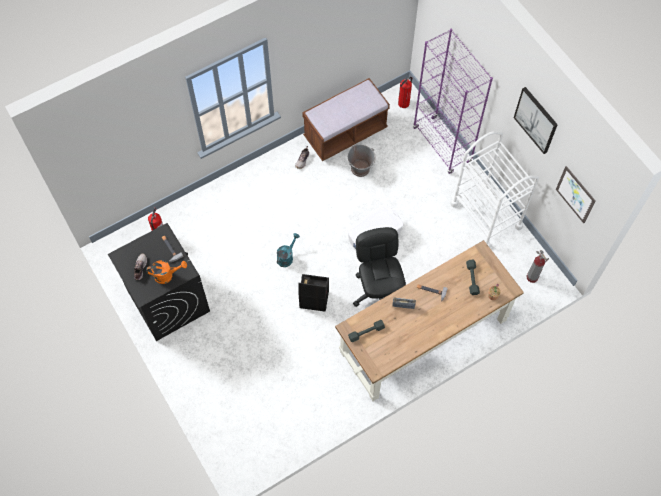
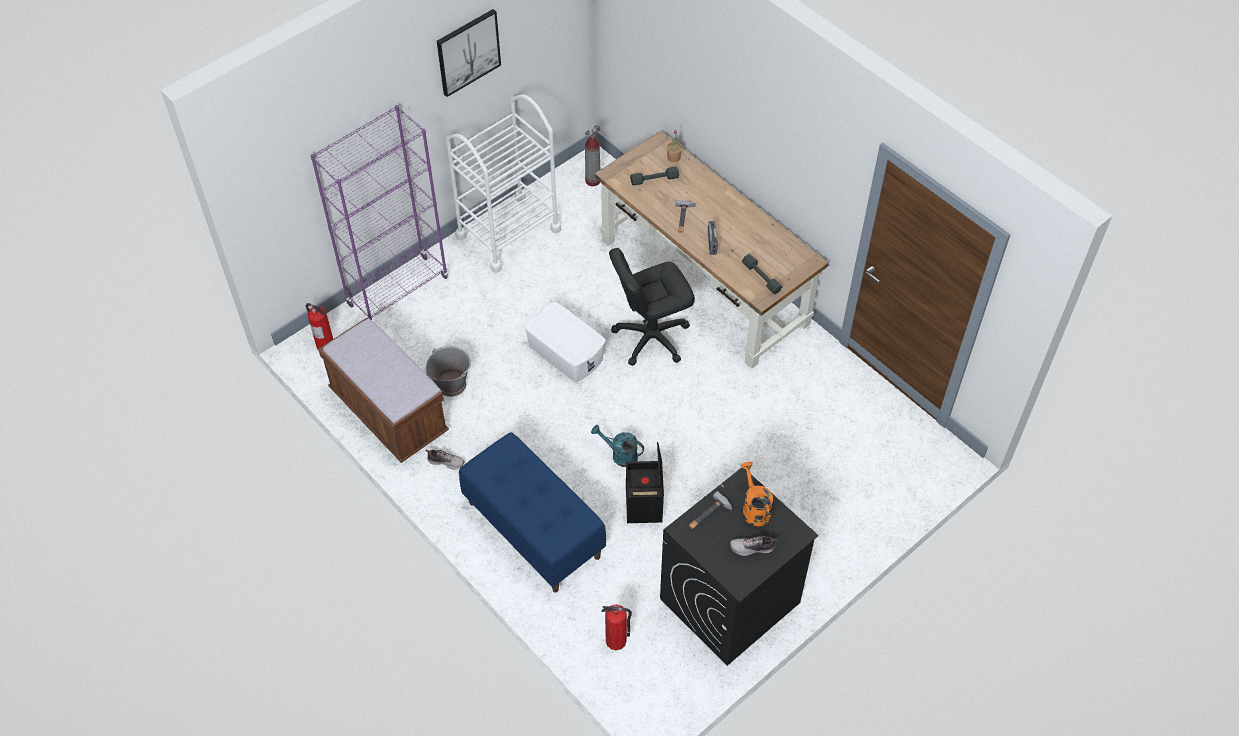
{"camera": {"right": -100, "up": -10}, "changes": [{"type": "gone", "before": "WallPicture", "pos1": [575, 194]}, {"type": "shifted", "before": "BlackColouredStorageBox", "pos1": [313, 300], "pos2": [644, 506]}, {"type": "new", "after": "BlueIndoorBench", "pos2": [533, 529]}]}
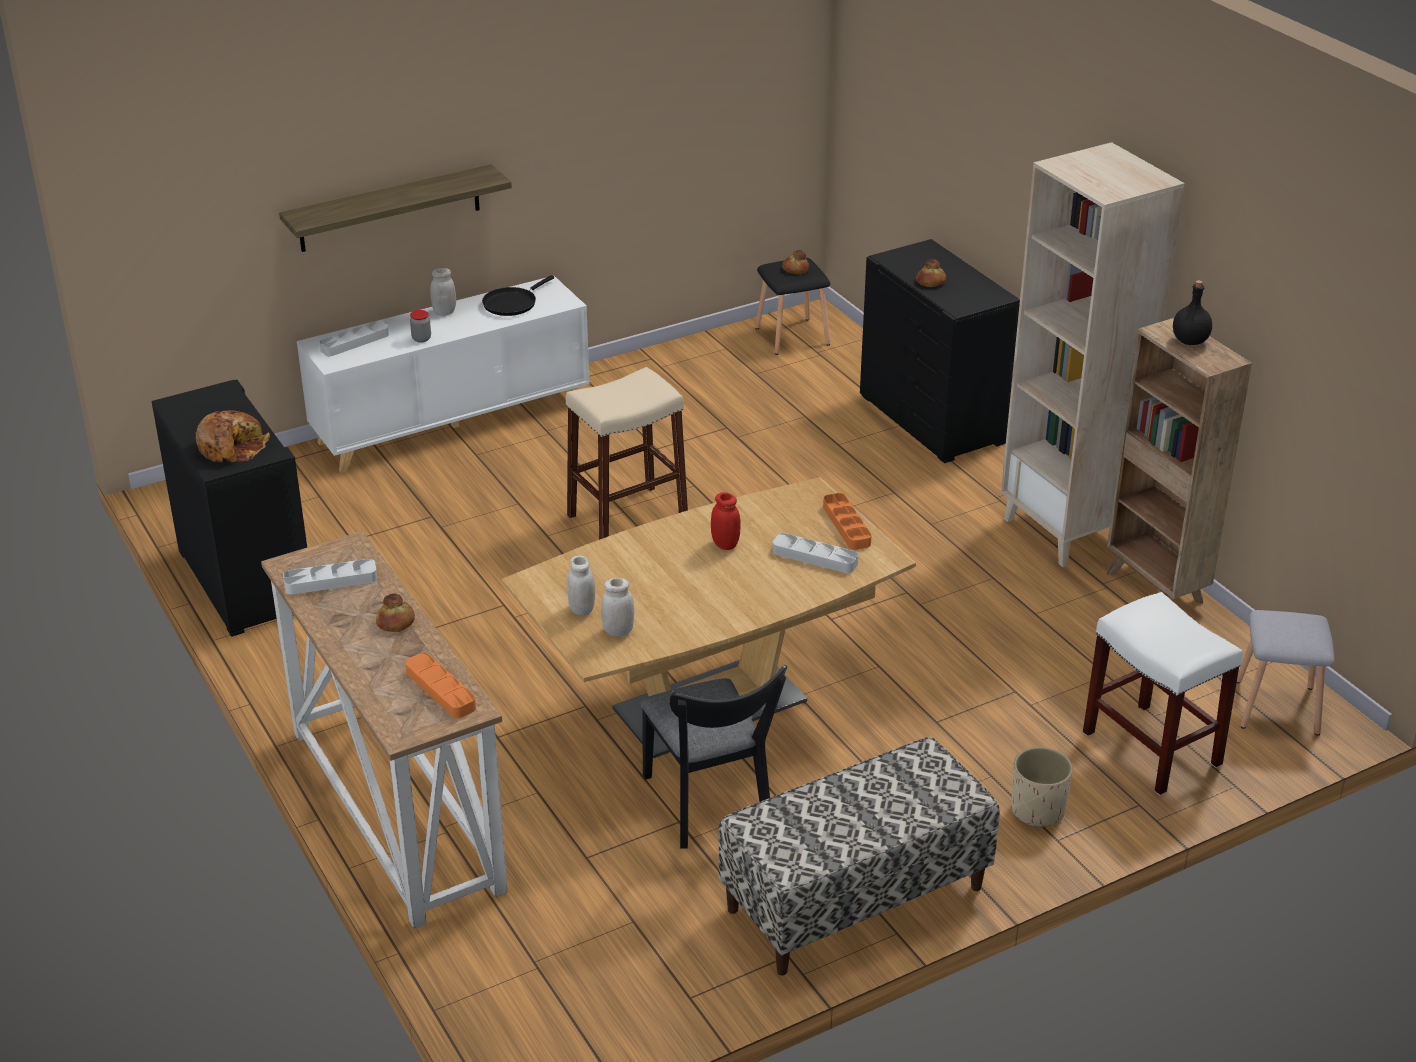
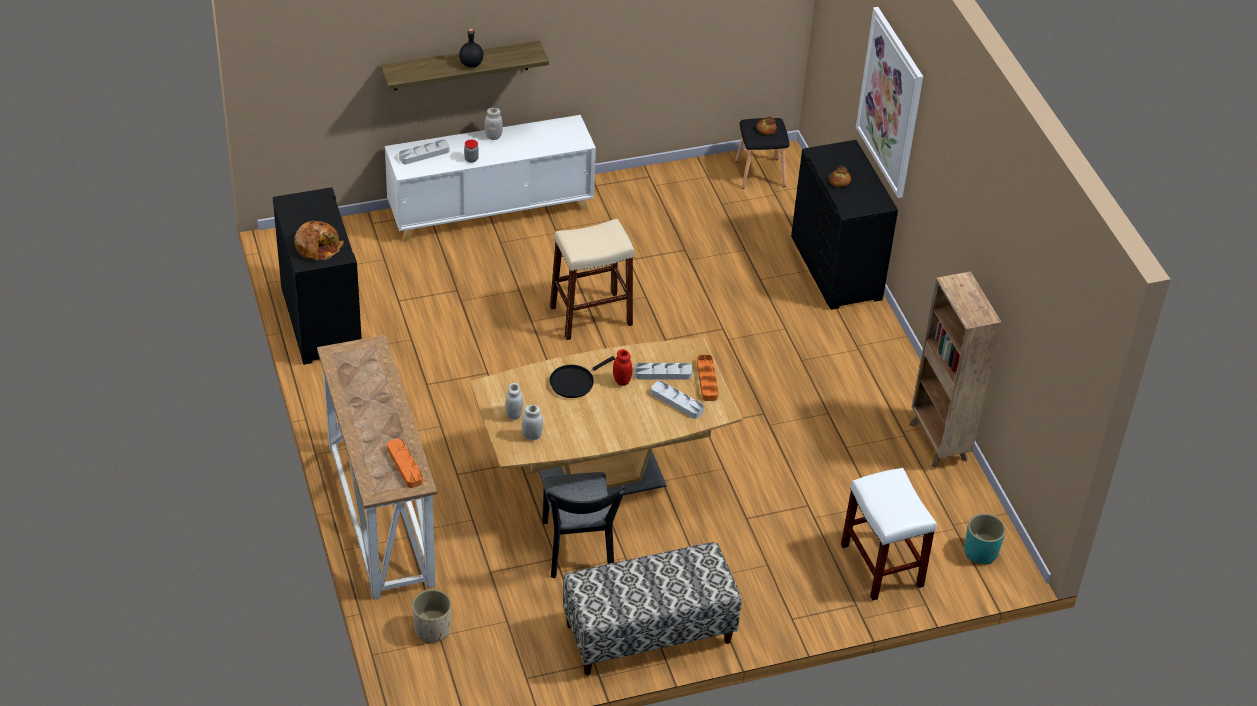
{"camera": {"right": 10, "up": 10}, "changes": [{"type": "gone", "before": "SandColouredBookcase", "pos1": [1065, 531]}, {"type": "shifted", "before": "BlackColouredFryingPan", "pos1": [512, 303], "pos2": [574, 382]}, {"type": "shifted", "before": "BlackColouredBeverageBottle", "pos1": [1189, 341], "pos2": [471, 63]}, {"type": "shifted", "before": "GrayTray", "pos1": [331, 581], "pos2": [663, 373]}, {"type": "gone", "before": "Bread", "pos1": [396, 622]}, {"type": "swapped", "before": "GrayStool", "after": "BlueGreenPlanter", "pos1": [1278, 708], "pos2": [981, 552]}, {"type": "shifted", "before": "SandColouredPlanter", "pos1": [1038, 810], "pos2": [432, 629]}, {"type": "new", "after": "WallPicture", "pos2": [891, 102]}]}
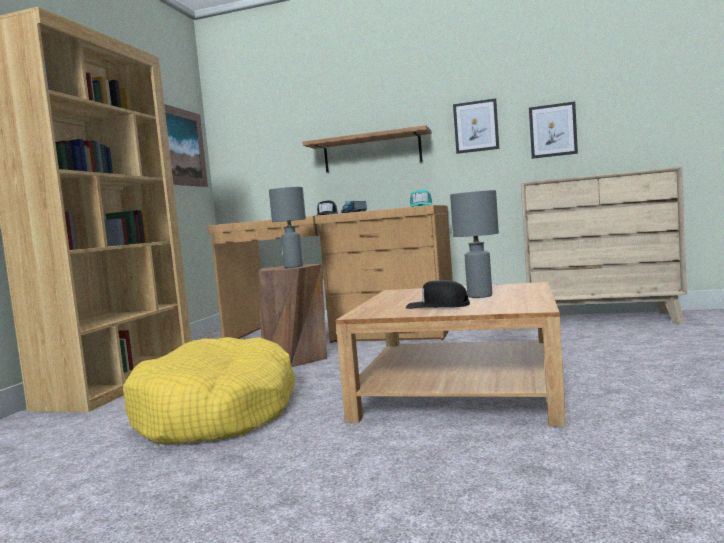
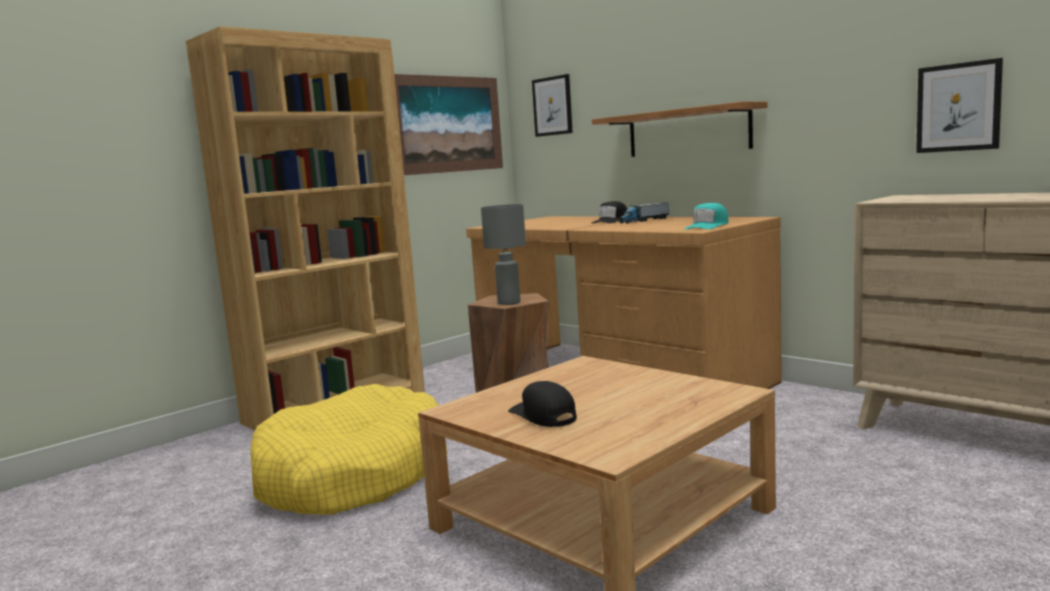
{"camera": {"right": 30, "up": 5}, "changes": [{"type": "shifted", "before": "WallPicture", "pos1": [476, 126], "pos2": [552, 106]}, {"type": "gone", "before": "GrayTableLamp", "pos1": [480, 296]}]}
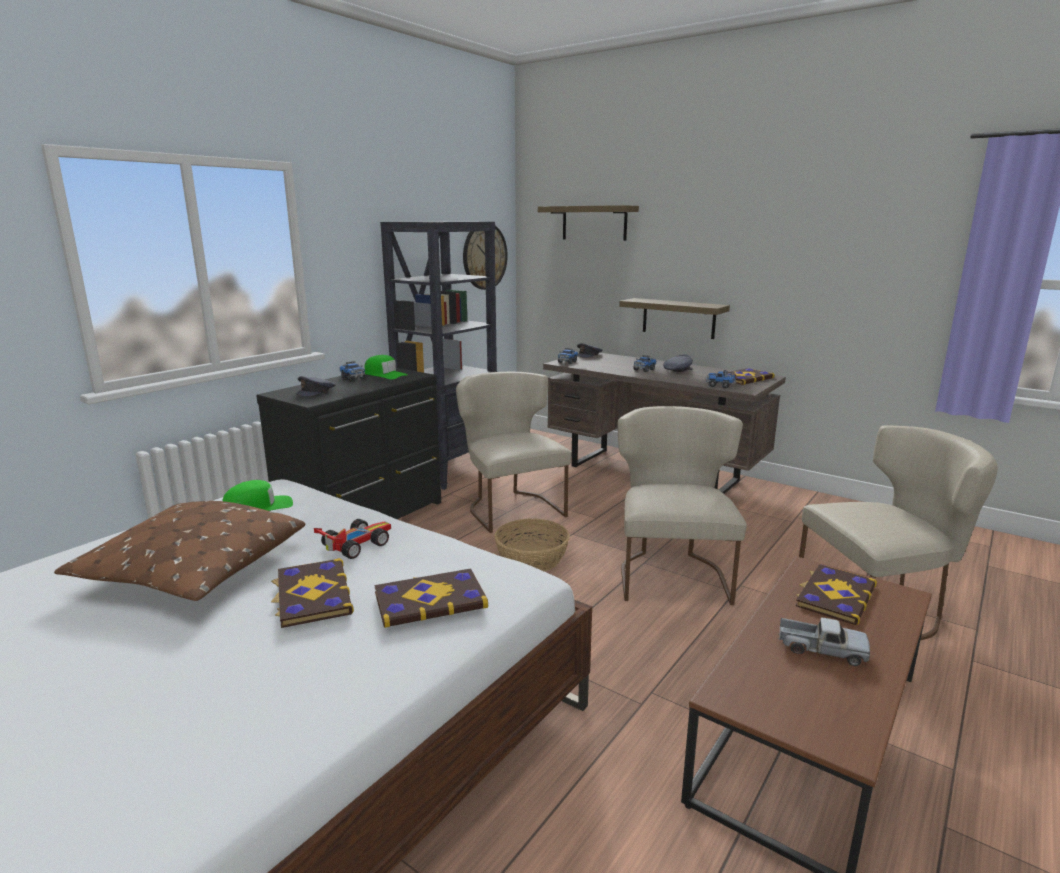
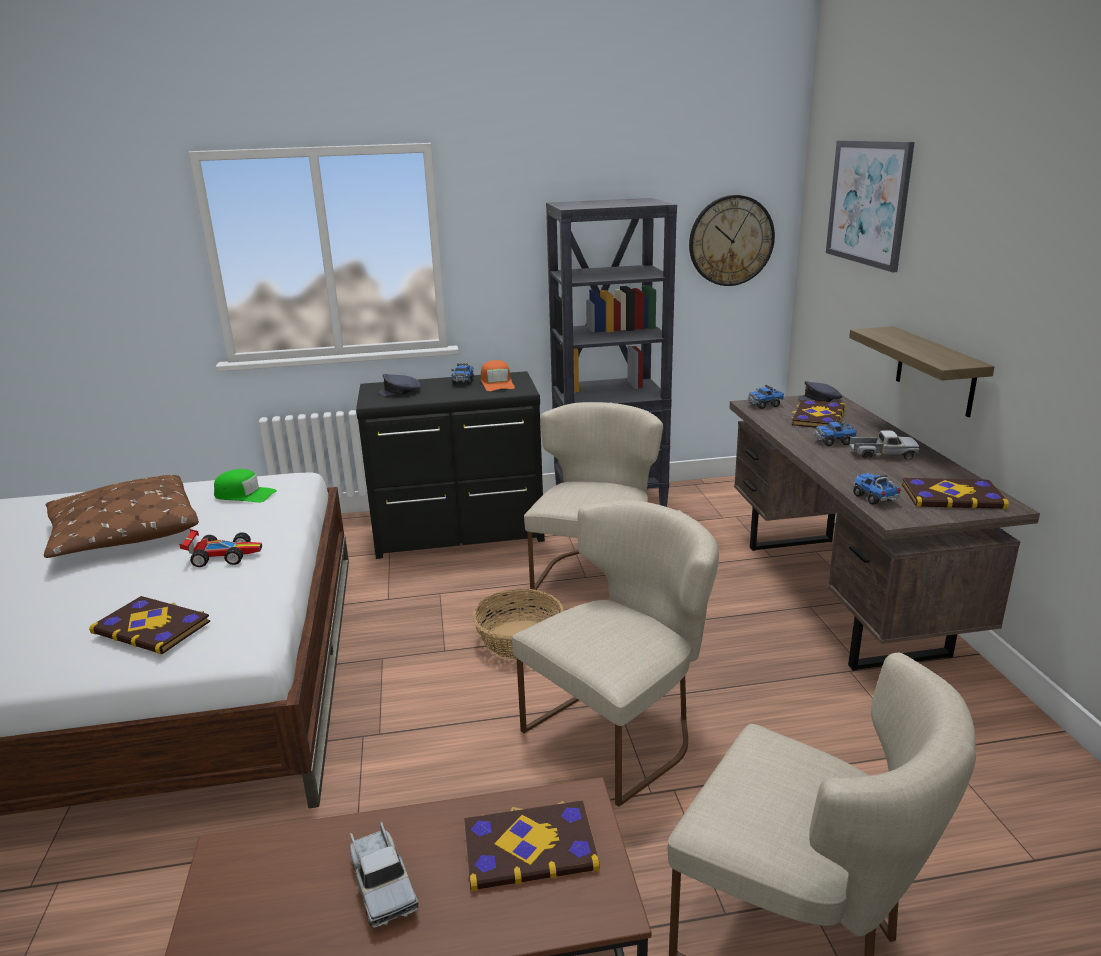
{"camera": {"right": 45, "up": 5}, "changes": [{"type": "swapped", "before": "Shelf", "after": "WallPicture", "pos1": [594, 223], "pos2": [868, 203]}, {"type": "swapped", "before": "GrayPeakedCap", "after": "ModelTruck", "pos1": [677, 370], "pos2": [882, 454]}, {"type": "repainted", "before": "GreenishPeakedCap", "after": "OrangeColouredPeakedCap", "pos1": [385, 374], "pos2": [497, 383]}, {"type": "shifted", "before": "Volume", "pos1": [312, 595], "pos2": [817, 417]}]}
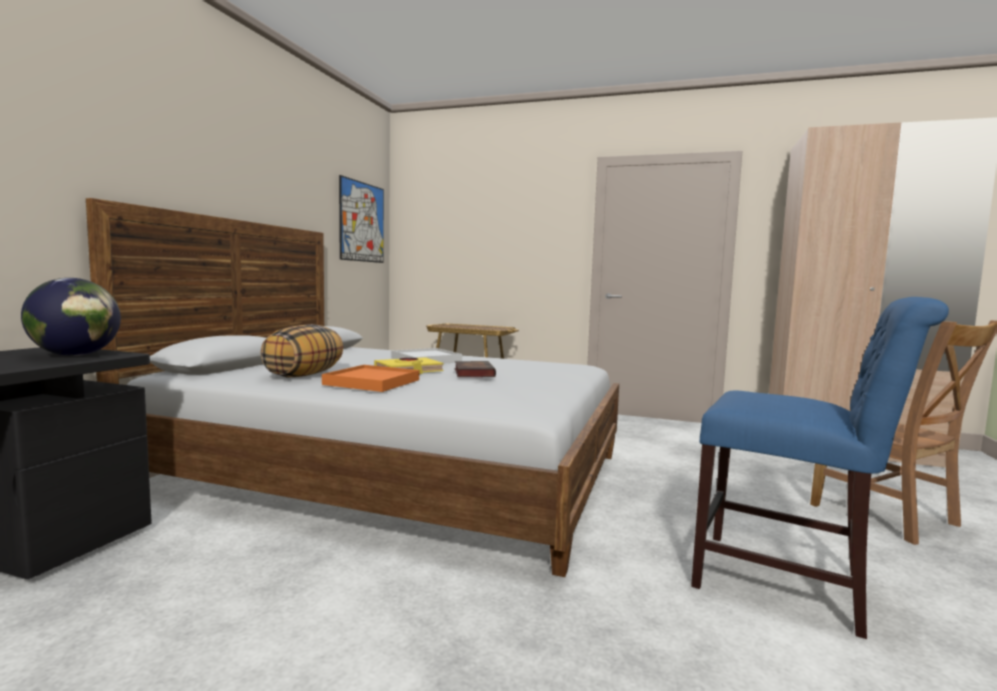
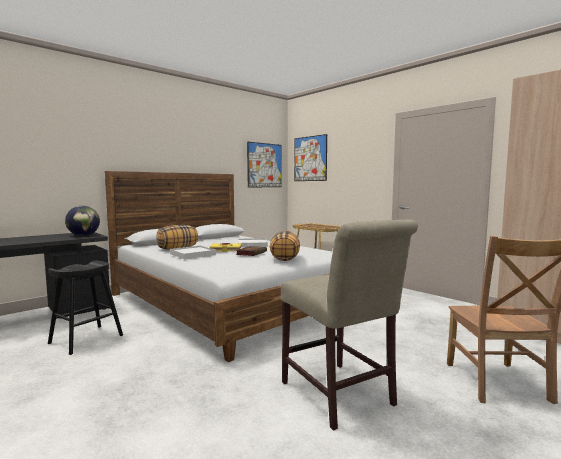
{"camera": {"right": 30, "up": 0}, "changes": [{"type": "repainted", "before": "BlueChair", "after": "SandColouredChair", "pos1": [790, 584], "pos2": [340, 396]}, {"type": "repainted", "before": "OrangeColouredTray", "after": "WhiteColouredTray", "pos1": [372, 382], "pos2": [192, 254]}, {"type": "new", "after": "WallPicture", "pos2": [310, 158]}, {"type": "new", "after": "Cushion", "pos2": [285, 259]}, {"type": "new", "after": "BlackColouredStool", "pos2": [86, 339]}]}
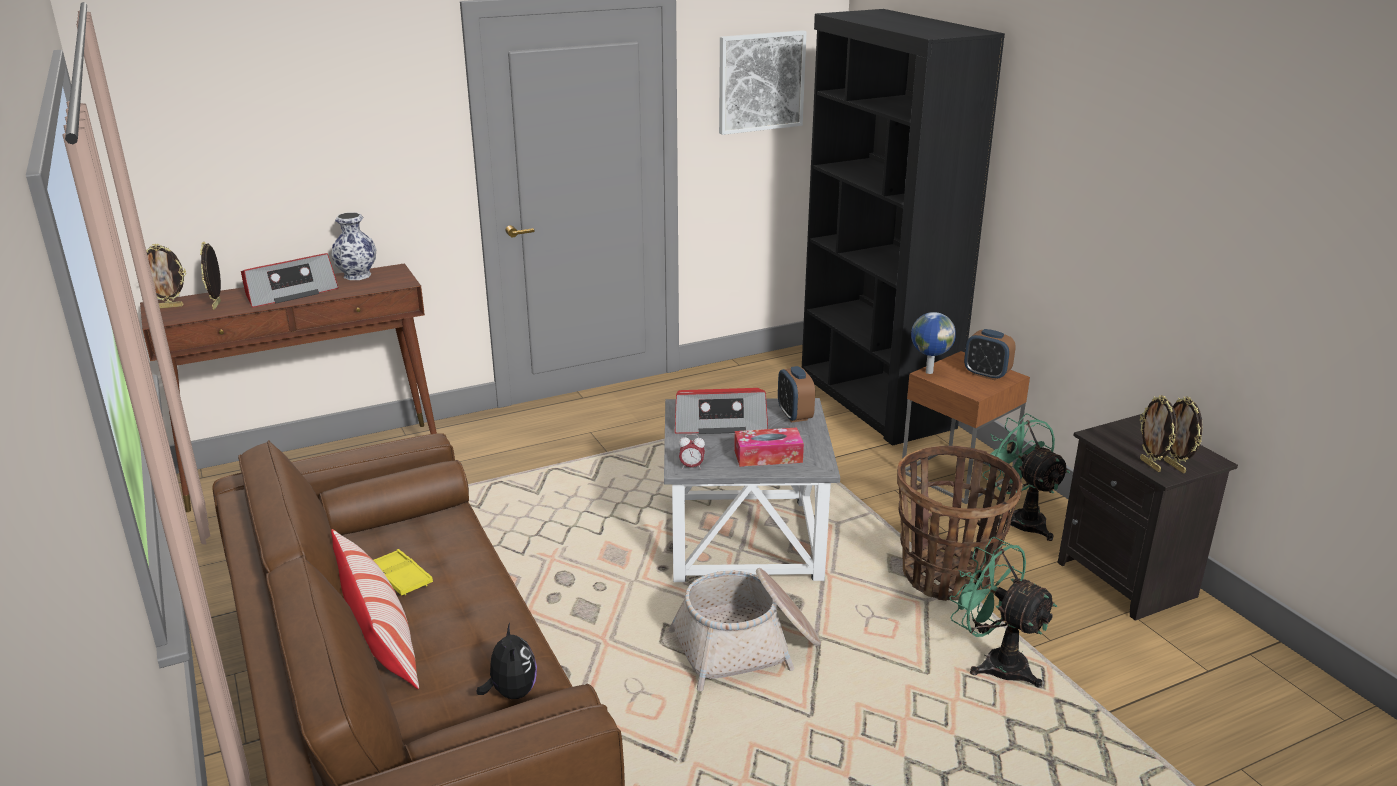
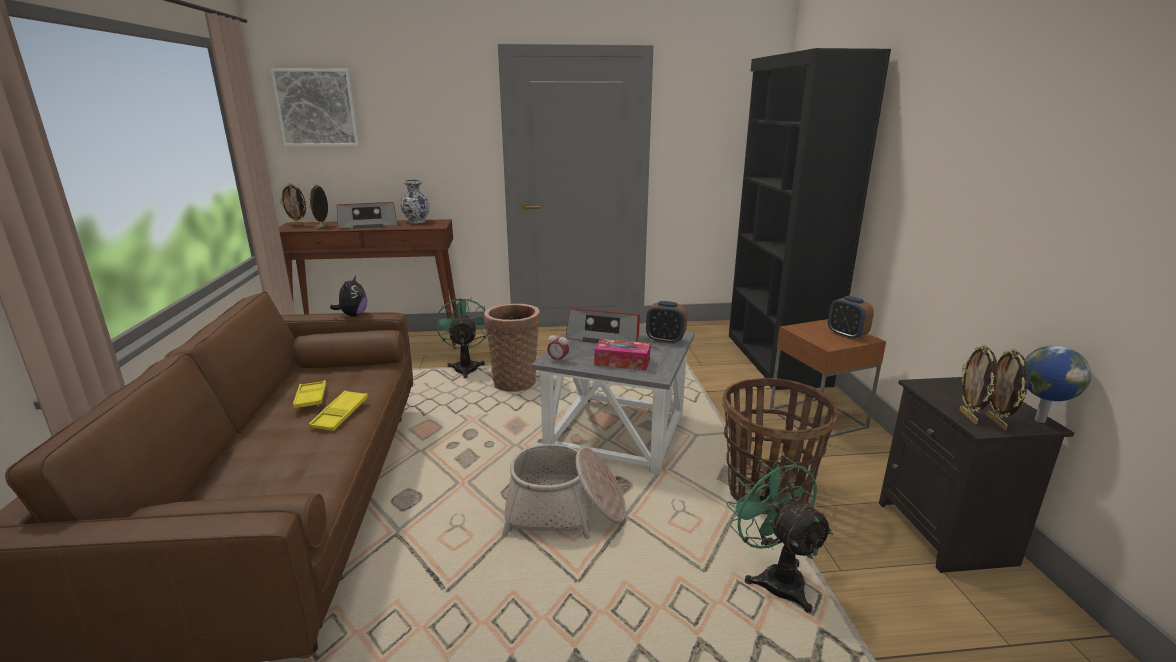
{"camera": {"right": 20, "up": -5}, "changes": [{"type": "shifted", "before": "WallPicture", "pos1": [760, 82], "pos2": [317, 108]}, {"type": "shifted", "before": "DeskGlobe", "pos1": [928, 372], "pos2": [1038, 420]}, {"type": "rotated", "before": "BedsideClock", "pos1": [794, 415], "pos2": [665, 340], "turn": -75}, {"type": "shifted", "before": "GreenishCoolingFan", "pos1": [1020, 519], "pos2": [466, 367]}, {"type": "gone", "before": "Cushion", "pos1": [380, 638]}, {"type": "shifted", "before": "SoftToy", "pos1": [511, 692], "pos2": [353, 315]}, {"type": "new", "after": "HouseholdBasket", "pos2": [515, 381]}, {"type": "new", "after": "YellowColouredTray", "pos2": [340, 415]}]}
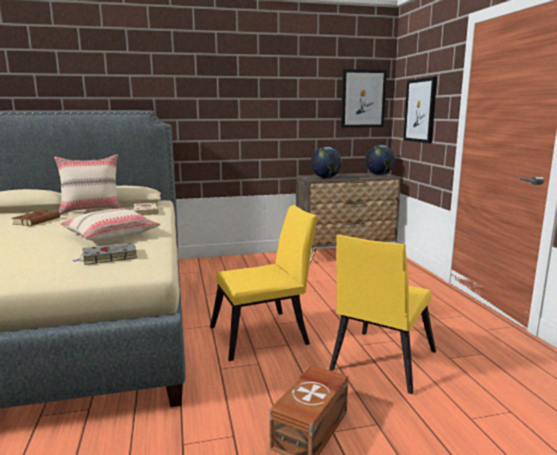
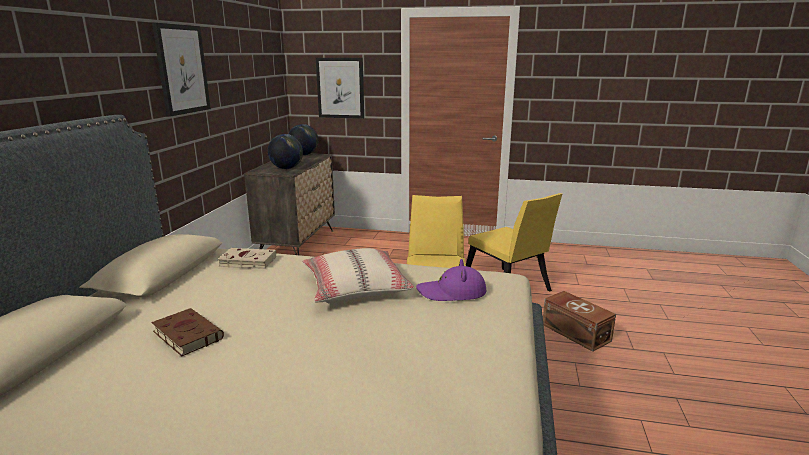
{"camera": {"right": -65, "up": 5}, "changes": [{"type": "shifted", "before": "WallPicture", "pos1": [363, 99], "pos2": [182, 69]}, {"type": "gone", "before": "SandColouredCushion", "pos1": [92, 210]}, {"type": "swapped", "before": "GrayVolume", "after": "PurpleColouredClothingHat", "pos1": [108, 257], "pos2": [452, 292]}]}
